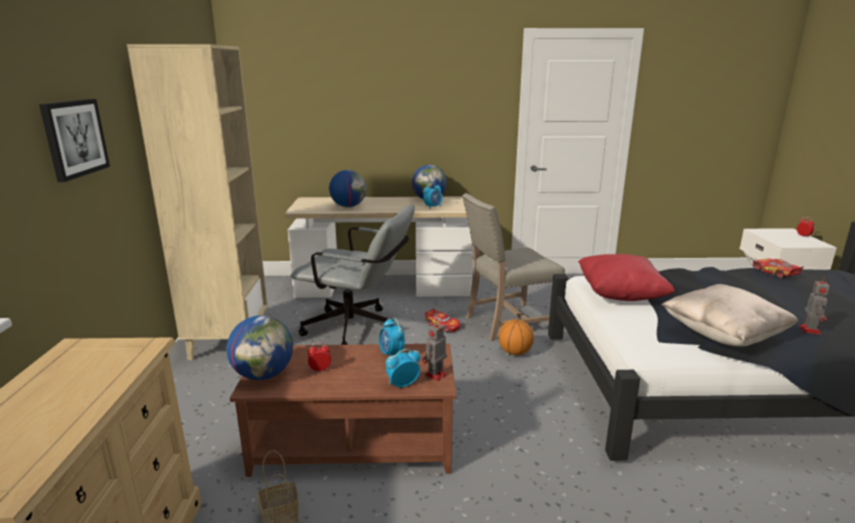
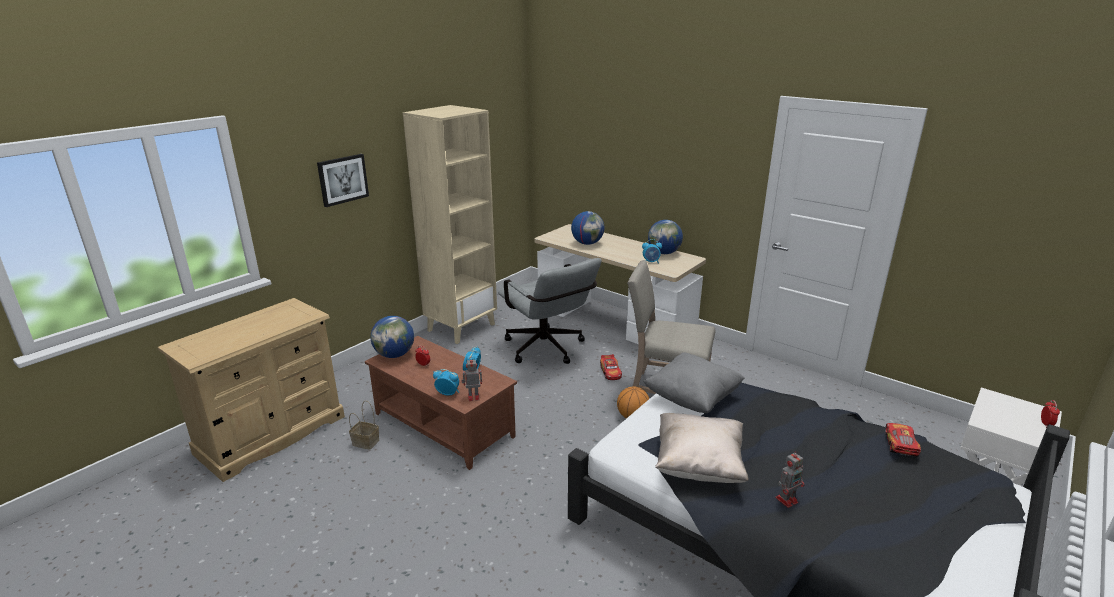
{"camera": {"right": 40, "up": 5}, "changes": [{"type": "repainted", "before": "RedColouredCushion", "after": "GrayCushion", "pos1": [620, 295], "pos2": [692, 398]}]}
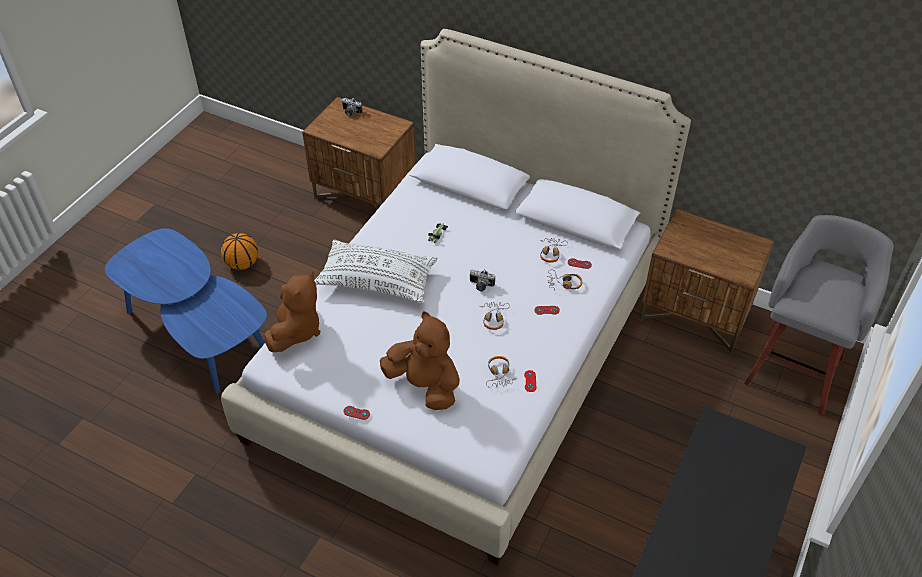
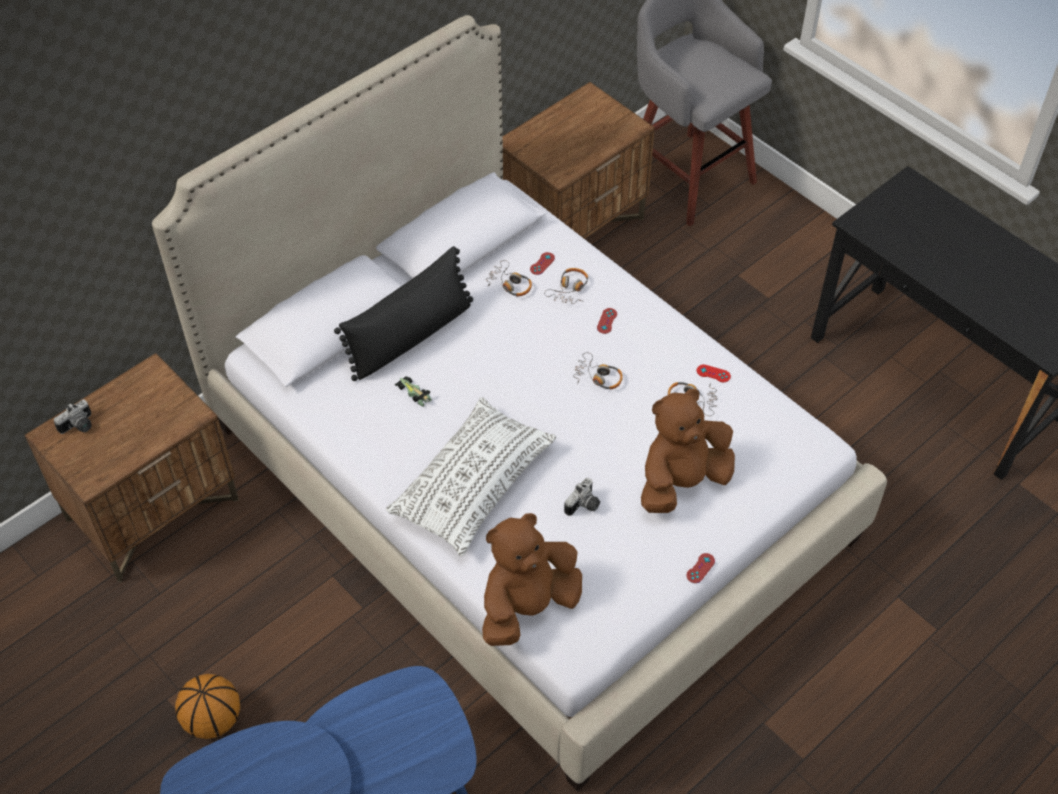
{"camera": {"right": -70, "up": 5}, "changes": [{"type": "shifted", "before": "PhotoCamera", "pos1": [480, 286], "pos2": [584, 506]}, {"type": "rotated", "before": "BrownishSoftToy", "pos1": [296, 330], "pos2": [527, 606], "turn": -75}, {"type": "new", "after": "BlackColouredCushion", "pos2": [410, 336]}]}
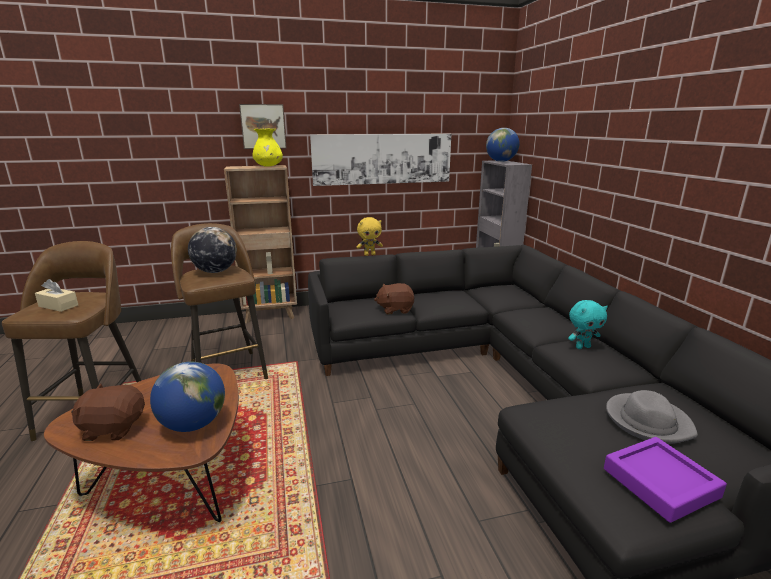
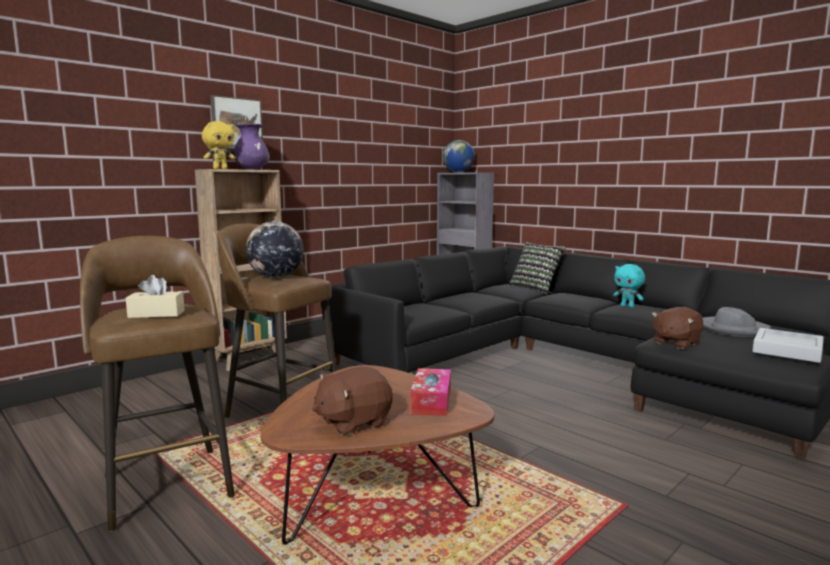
{"camera": {"right": -30, "up": -10}, "changes": [{"type": "repainted", "before": "YellowColouredFlowerVase", "after": "PurpleColouredFlowerVase", "pos1": [268, 166], "pos2": [252, 169]}, {"type": "gone", "before": "WallPicture", "pos1": [382, 159]}, {"type": "shifted", "before": "YellowColouredSoftToy", "pos1": [369, 254], "pos2": [220, 169]}, {"type": "shifted", "before": "BrownishSoftToy", "pos1": [395, 309], "pos2": [675, 343]}, {"type": "rotated", "before": "BlueGreenSoftToy", "pos1": [582, 347], "pos2": [627, 306], "turn": 90}, {"type": "swapped", "before": "DeskGlobe", "after": "TissueHolder", "pos1": [193, 424], "pos2": [431, 401]}, {"type": "repainted", "before": "PurpleColouredTray", "after": "GrayTray", "pos1": [660, 483], "pos2": [787, 350]}, {"type": "new", "after": "Cushion", "pos2": [535, 288]}]}
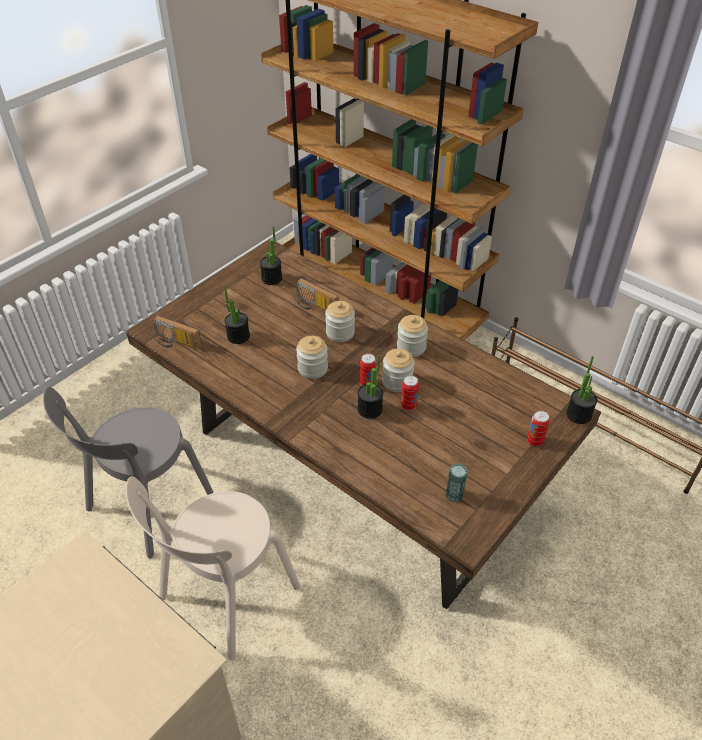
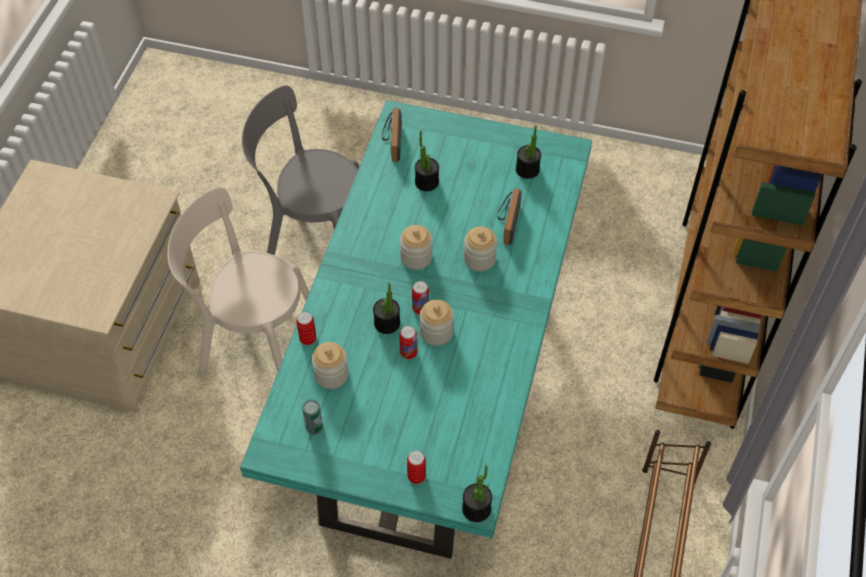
{"camera": {"right": 65, "up": 10}, "changes": [{"type": "repainted", "before": "BrownishDiningTable", "after": "BlueGreenDiningTable", "pos1": [352, 477], "pos2": [433, 386]}, {"type": "shifted", "before": "StorageJar", "pos1": [411, 347], "pos2": [331, 374]}, {"type": "new", "after": "Can", "pos2": [308, 339]}]}
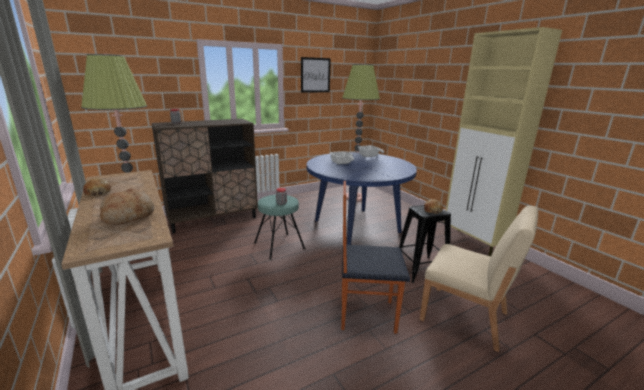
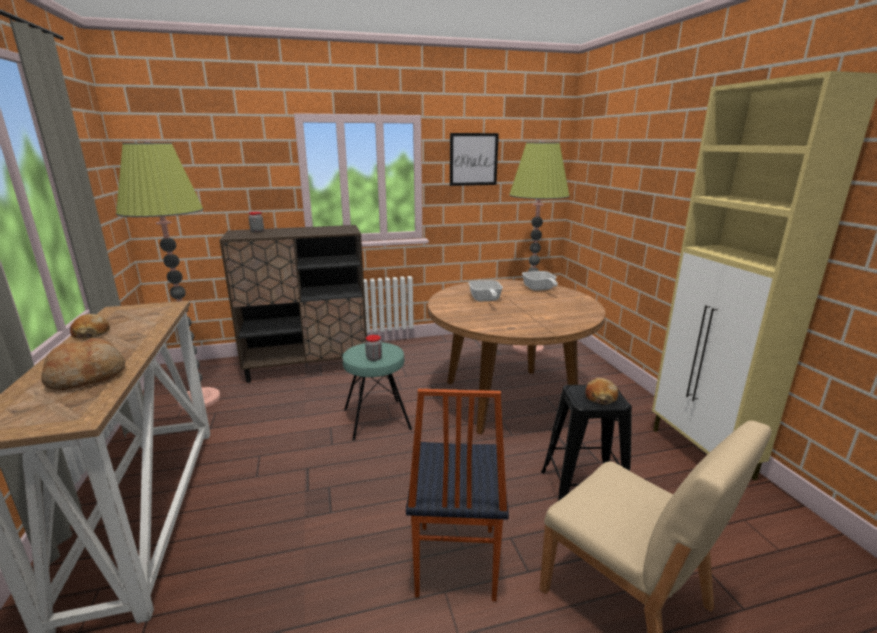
{"camera": {"right": 15, "up": 0}, "changes": [{"type": "repainted", "before": "BlueDiningTable", "after": "BrownishDiningTable", "pos1": [356, 226], "pos2": [508, 399]}, {"type": "rotated", "before": "Chair", "pos1": [366, 314], "pos2": [454, 561], "turn": -105}]}
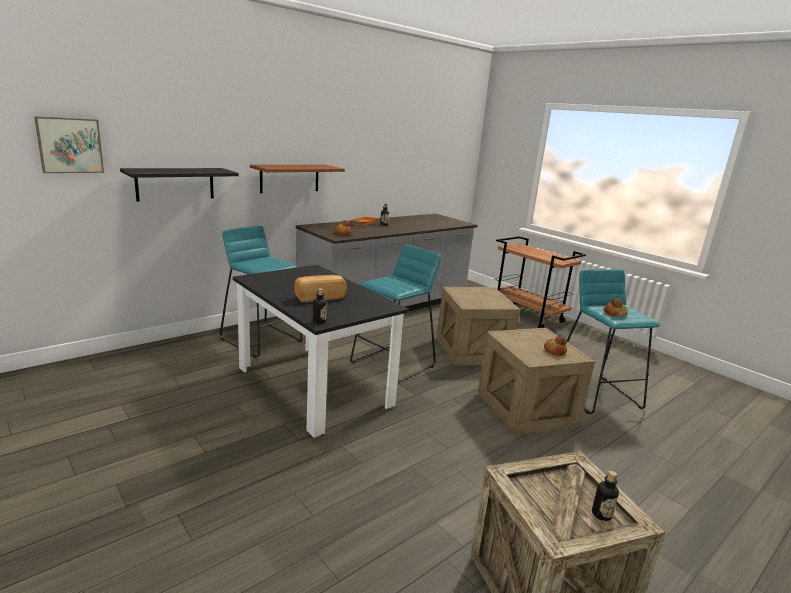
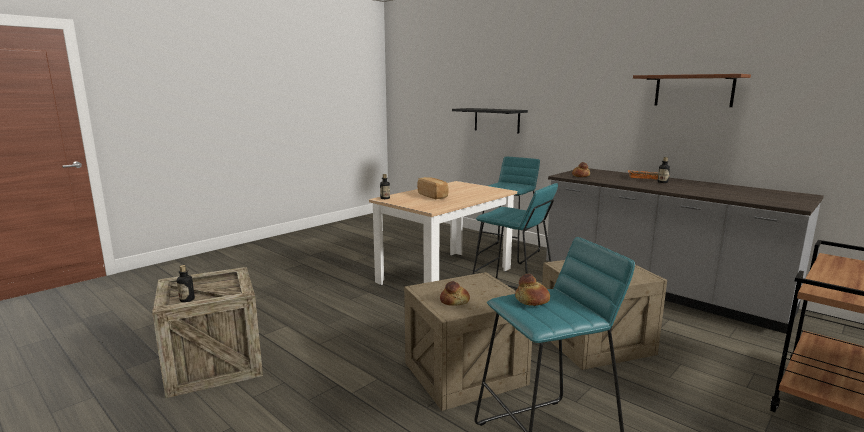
{"camera": {"right": 85, "up": -5}, "changes": [{"type": "gone", "before": "WallPicture", "pos1": [70, 145]}, {"type": "shifted", "before": "BrownishShelf", "pos1": [289, 178], "pos2": [693, 90]}, {"type": "repainted", "before": "BlackColouredDiningTable", "after": "SandColouredDiningTable", "pos1": [313, 387], "pos2": [445, 276]}]}
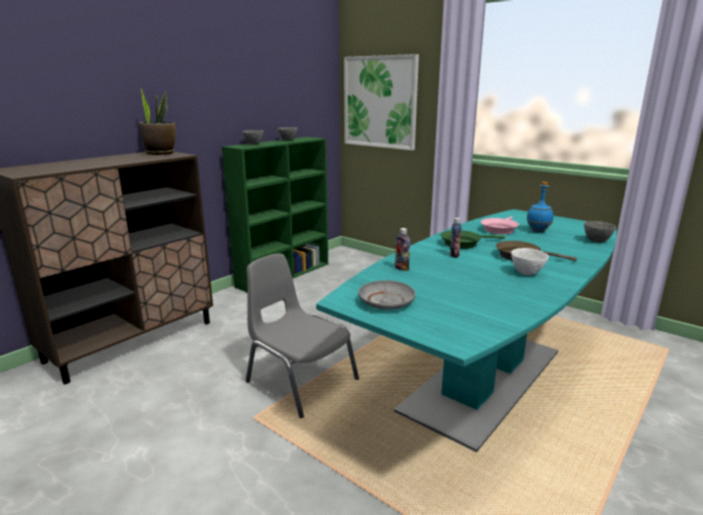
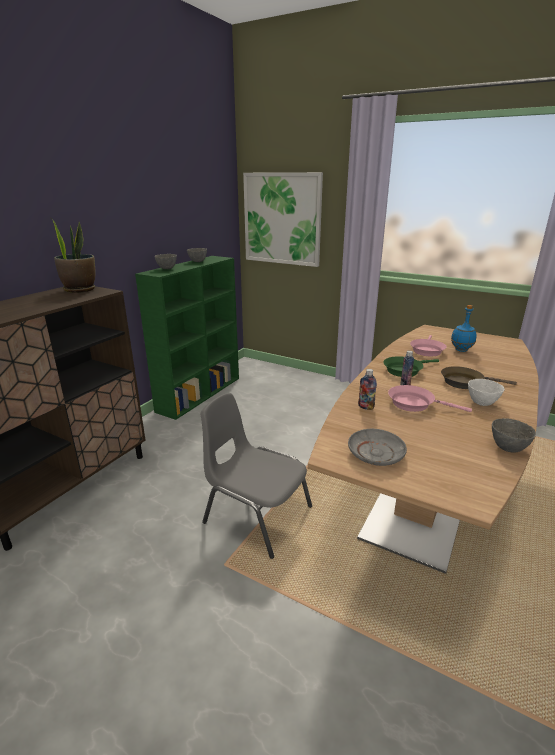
{"camera": {"right": -10, "up": 5}, "changes": [{"type": "repainted", "before": "BlueGreenDiningTable", "after": "BrownishDiningTable", "pos1": [484, 379], "pos2": [424, 492]}, {"type": "shifted", "before": "GrayServingBowl", "pos1": [596, 241], "pos2": [507, 448]}, {"type": "new", "after": "PinkColouredFryingPan", "pos2": [414, 404]}]}
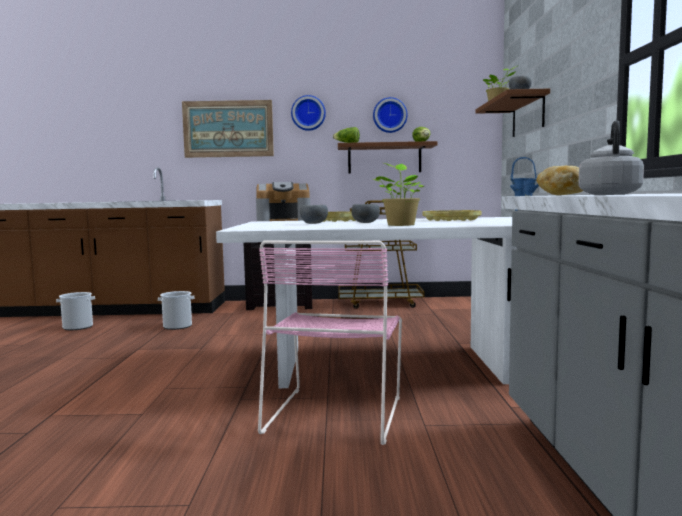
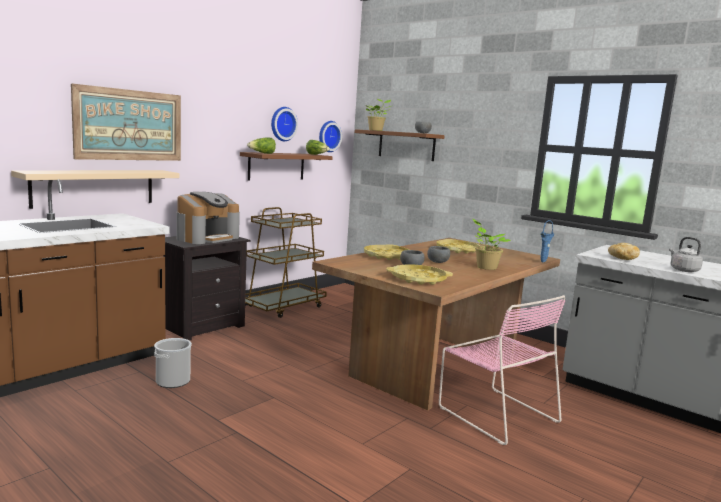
{"camera": {"right": -50, "up": 5}, "changes": [{"type": "shifted", "before": "HangingClock", "pos1": [308, 113], "pos2": [328, 136]}, {"type": "repainted", "before": "WhiteColouredDiningTable", "after": "BrownishDiningTable", "pos1": [388, 366], "pos2": [436, 368]}, {"type": "gone", "before": "Pail", "pos1": [78, 327]}, {"type": "new", "after": "SandColouredShelf", "pos2": [94, 187]}, {"type": "new", "after": "YellowColouredTray", "pos2": [418, 279]}]}
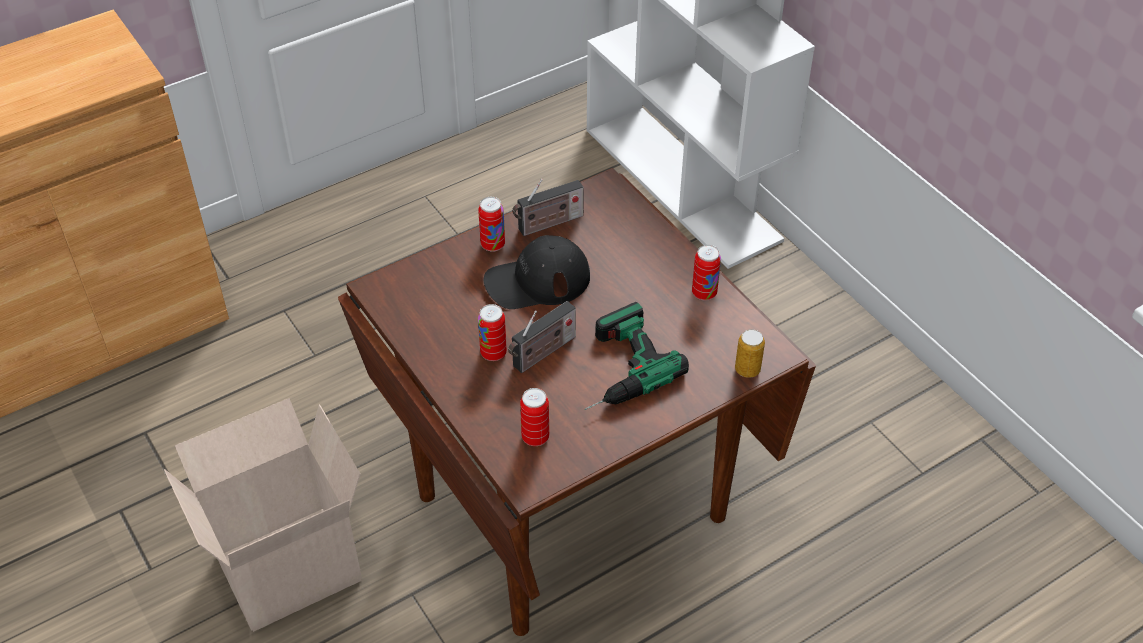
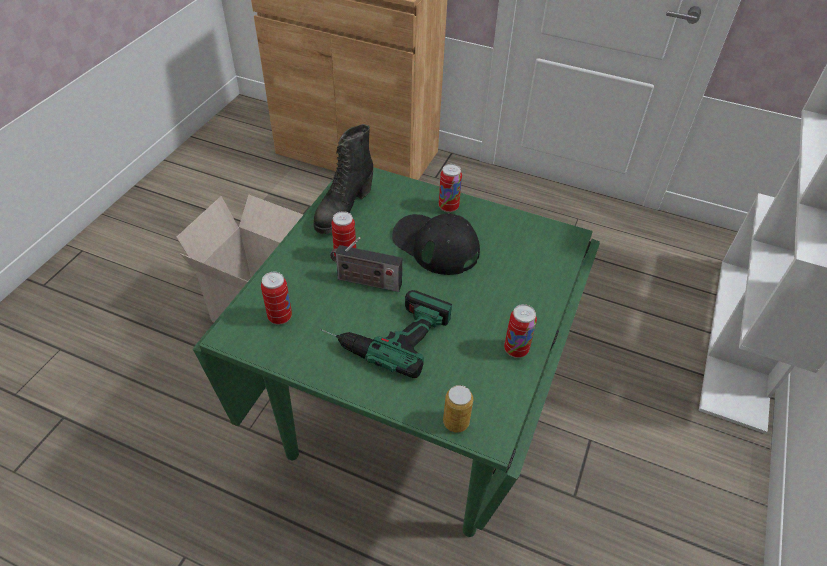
{"camera": {"right": 55, "up": 0}, "changes": [{"type": "repainted", "before": "BrownishDiningTable", "after": "GreenishDiningTable", "pos1": [570, 504], "pos2": [409, 427]}, {"type": "gone", "before": "RadioReceiver", "pos1": [548, 224]}, {"type": "new", "after": "BlackColouredHighTopBoot", "pos2": [343, 209]}]}
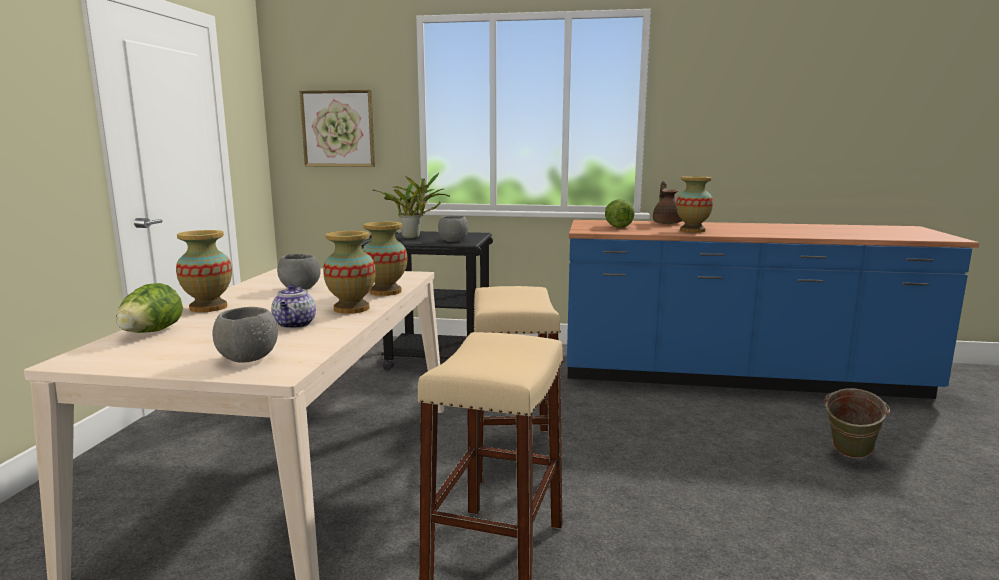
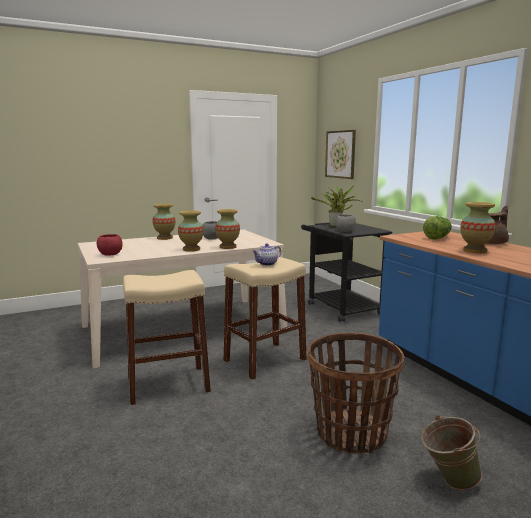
{"camera": {"right": 55, "up": 0}, "changes": [{"type": "gone", "before": "LettuceHead", "pos1": [151, 333]}, {"type": "shifted", "before": "PotForTea", "pos1": [295, 325], "pos2": [266, 264]}, {"type": "repainted", "before": "GrayServingBowl", "after": "RedColouredServingBowl", "pos1": [248, 358], "pos2": [110, 254]}, {"type": "new", "after": "HouseholdBasket", "pos2": [350, 434]}]}
